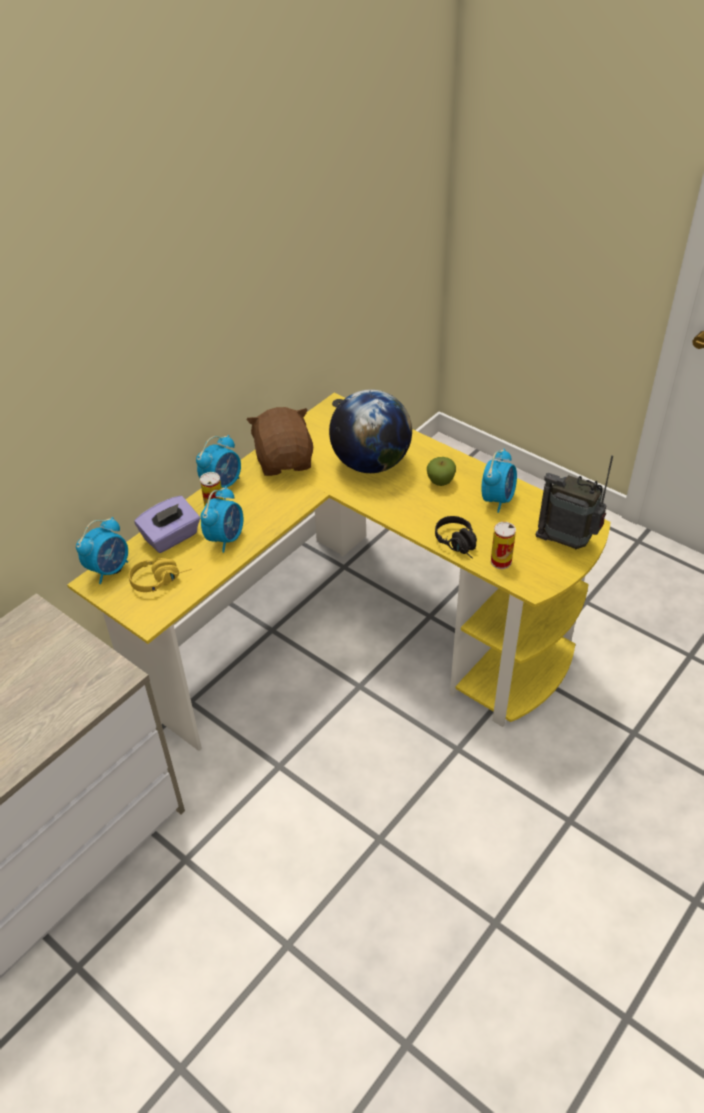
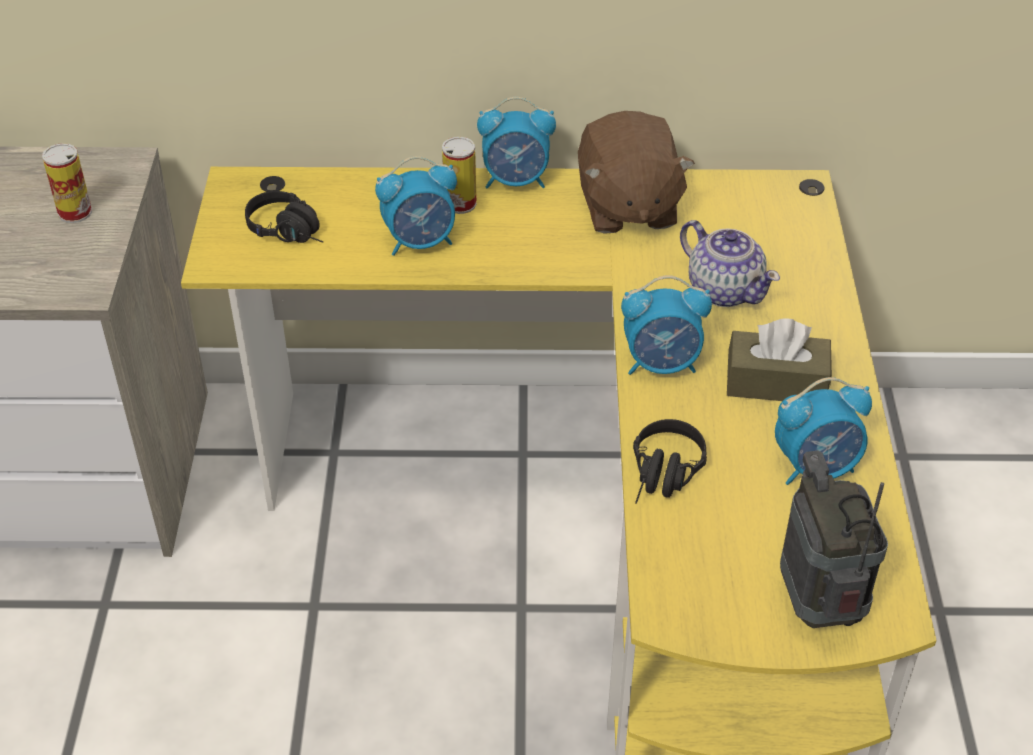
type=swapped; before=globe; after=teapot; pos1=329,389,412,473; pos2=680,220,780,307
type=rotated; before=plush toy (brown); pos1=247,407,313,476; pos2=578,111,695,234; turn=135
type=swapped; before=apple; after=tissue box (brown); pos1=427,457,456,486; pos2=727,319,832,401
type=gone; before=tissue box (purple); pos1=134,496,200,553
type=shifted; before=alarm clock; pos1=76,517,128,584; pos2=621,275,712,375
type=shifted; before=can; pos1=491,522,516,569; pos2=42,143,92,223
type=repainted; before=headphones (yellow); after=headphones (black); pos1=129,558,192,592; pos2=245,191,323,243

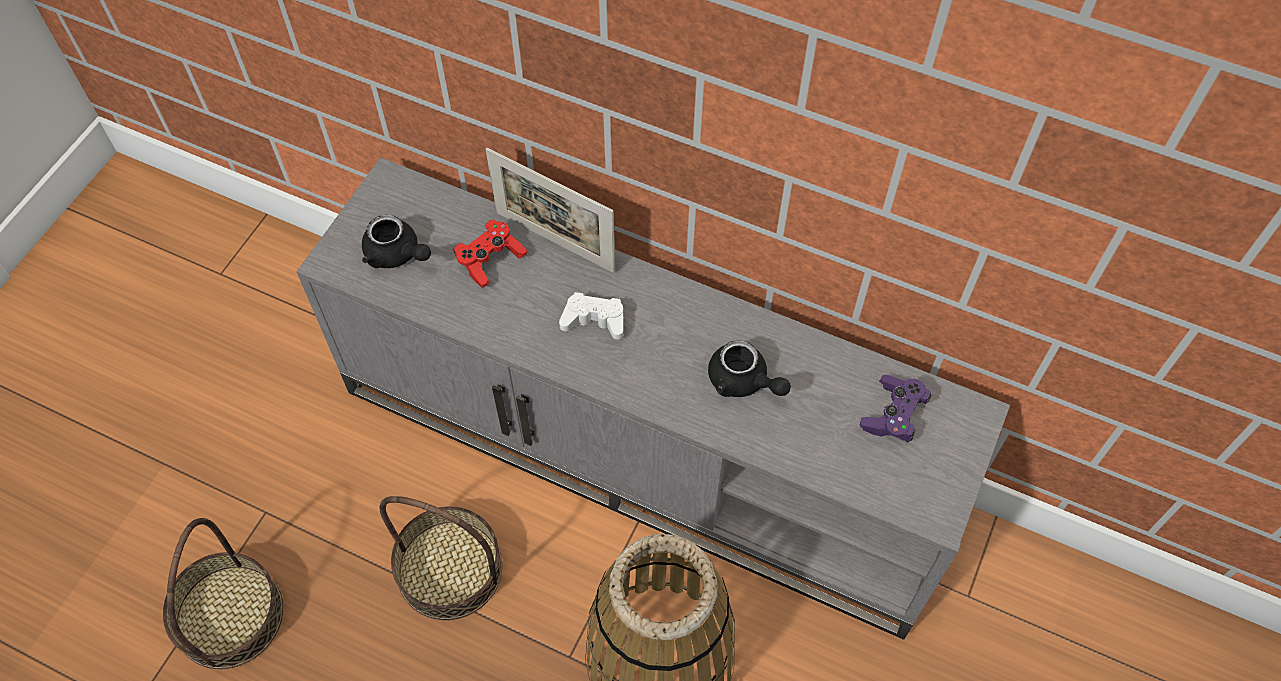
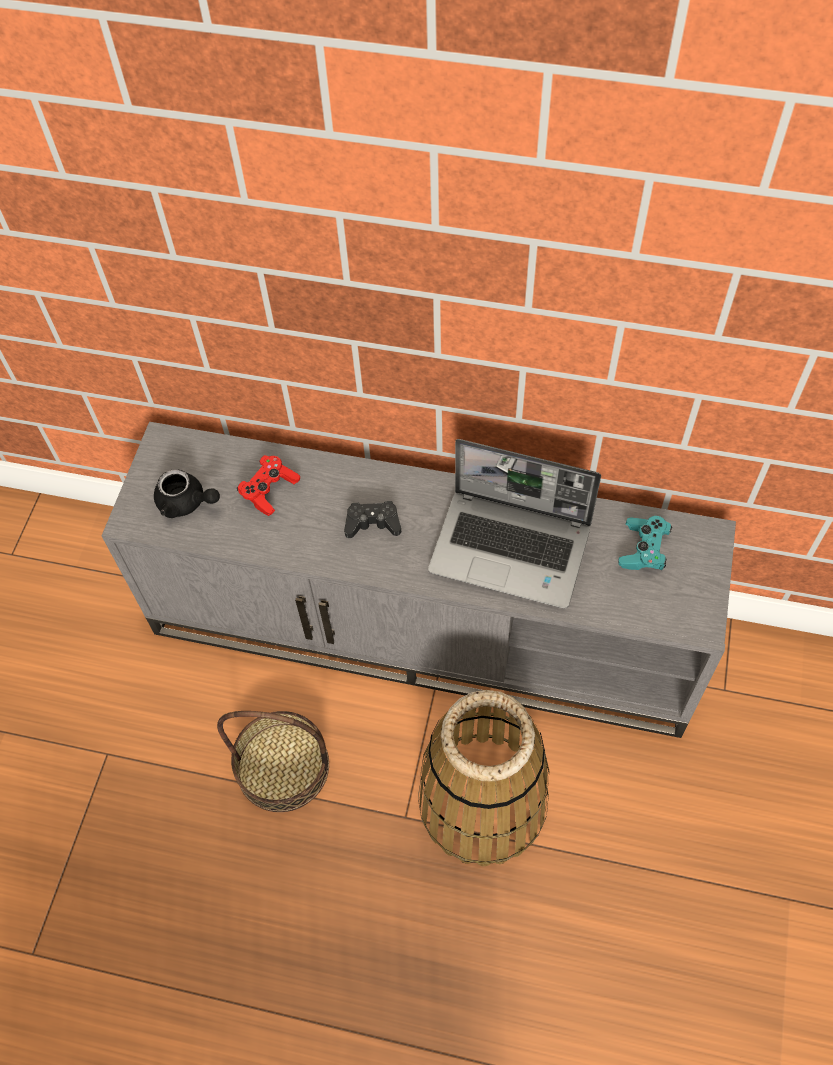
type=gone; before=picture frame; pos1=486,148,615,273
type=repainted; before=game controller (white); after=game controller (black); pos1=559,292,623,340; pos2=344,501,401,538
type=swapped; before=teapot (black); after=laptop; pos1=708,340,791,397; pos2=428,439,601,609
type=repainted; before=game controller (purple); after=game controller (turquoise); pos1=860,375,932,443; pos2=618,516,672,570
type=gone; before=basket; pos1=163,518,283,669

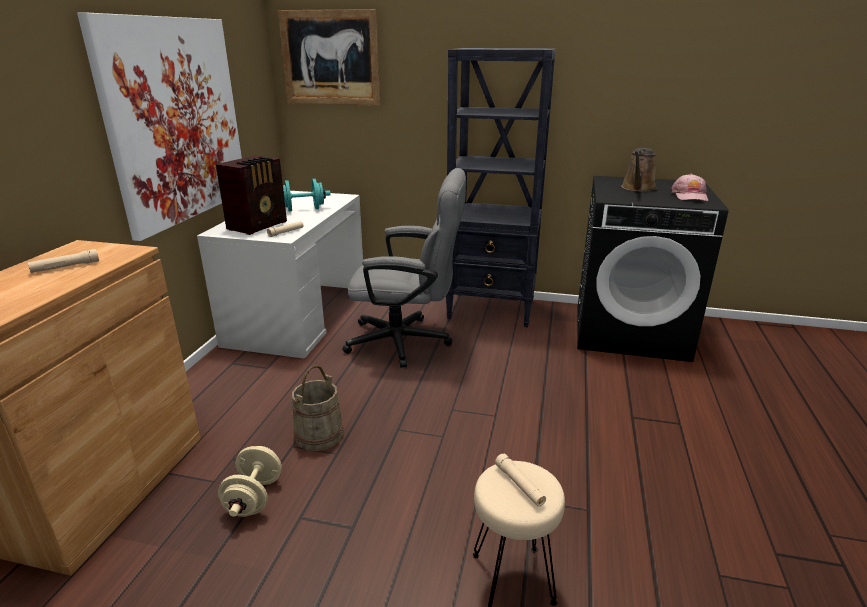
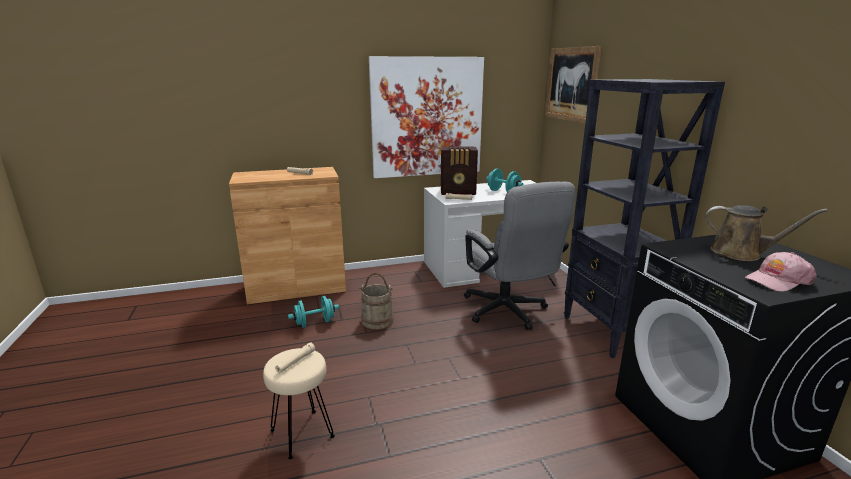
type=rotated; before=watering can (brown); pos1=621,148,657,192; pos2=706,205,828,261; turn=-150
type=repainted; before=dumbbell (beige); after=dumbbell (turquoise); pos1=218,446,282,517; pos2=288,296,339,328

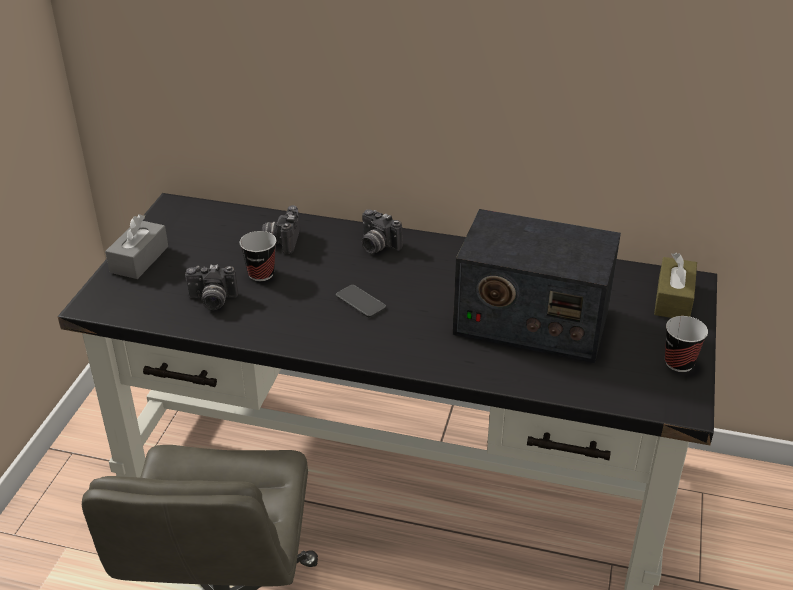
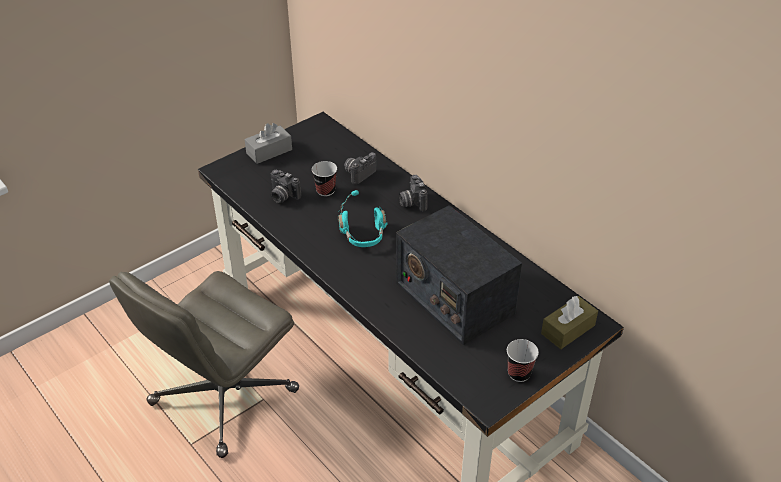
type=swapped; before=phone; after=headphones (turquoise); pos1=336,285,386,317; pos2=338,190,388,247

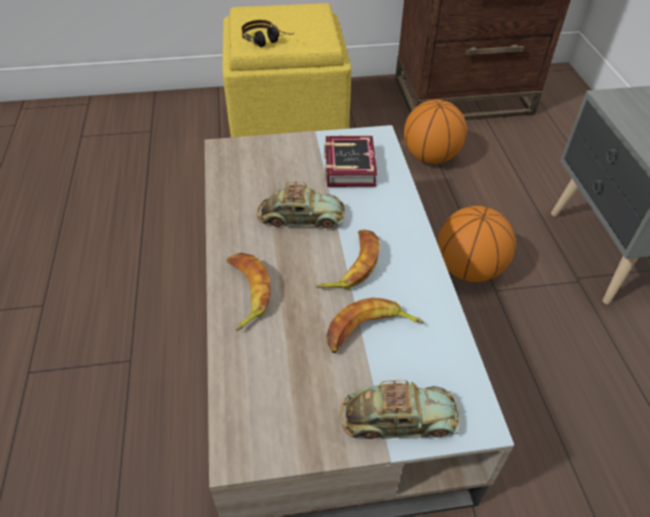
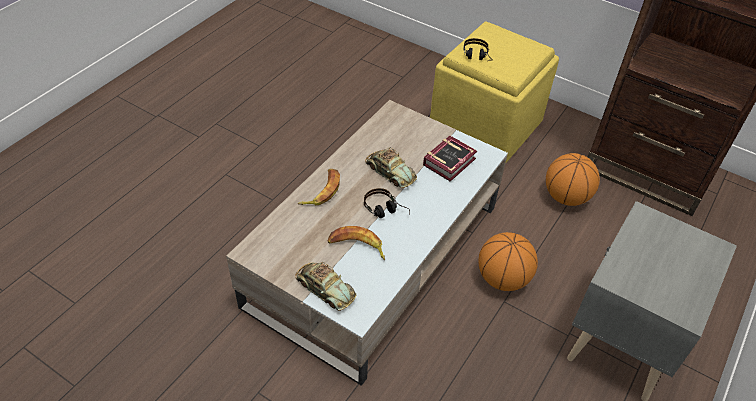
type=swapped; before=banana; after=headphones; pos1=316,230,380,289; pos2=364,188,410,218

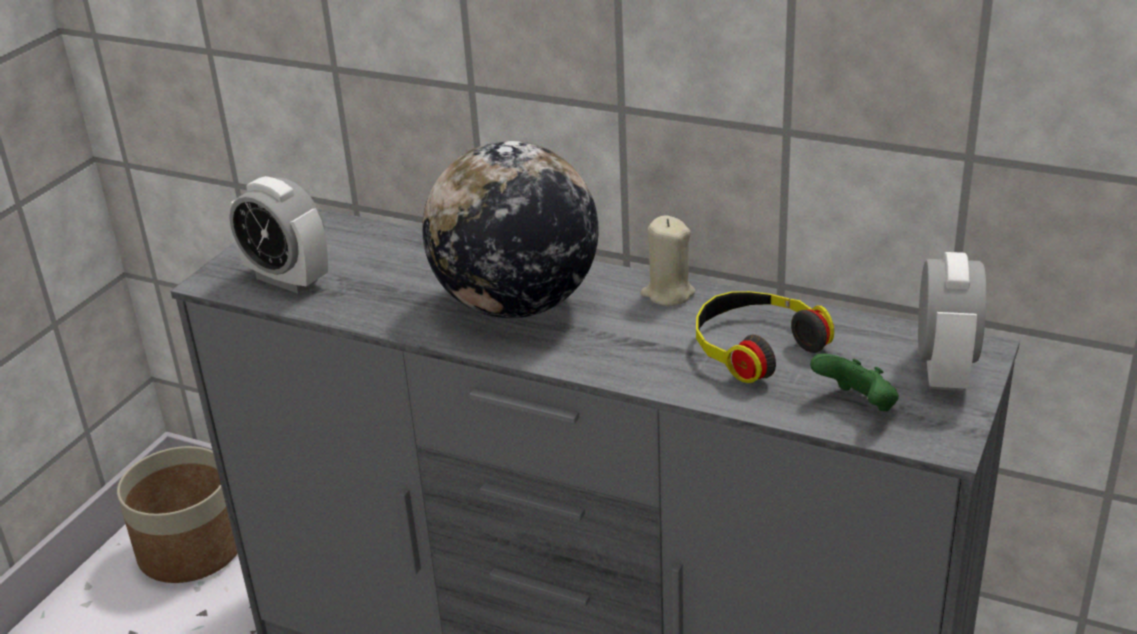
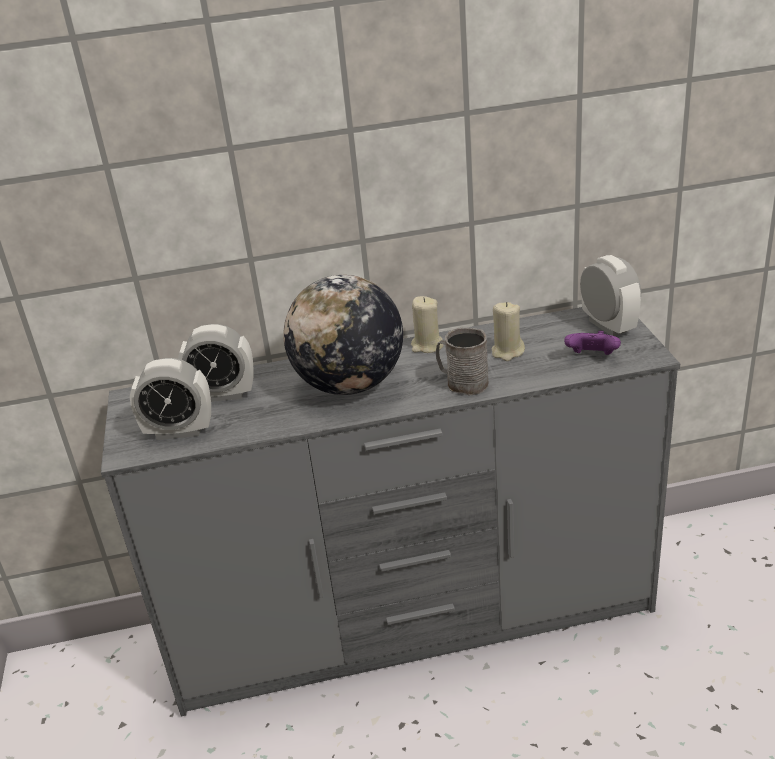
type=swapped; before=headphones; after=candle (beige); pos1=696,291,834,383; pos2=492,302,525,361
type=repainted; before=game controller (green); after=game controller (purple); pos1=810,354,899,411; pos2=564,331,621,355
type=gone; before=planter; pos1=117,446,238,583
type=new; after=alarm clock; pos2=178,324,254,402
type=new; after=mug (grey); pos2=436,327,488,396

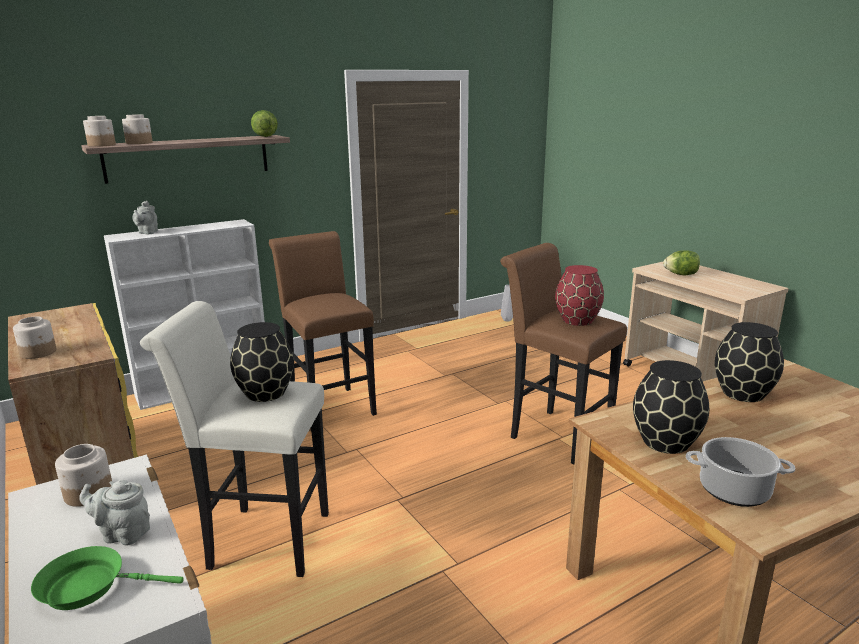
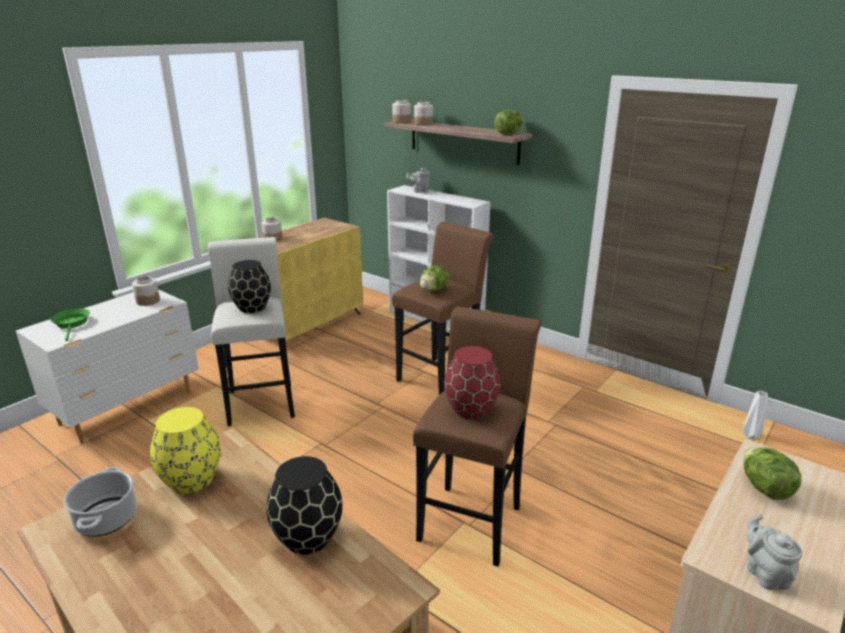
type=repainted; before=vase (black); after=vase (yellow); pos1=633,360,709,454; pos2=150,407,221,494
type=shifted; before=teapot (grey); pos1=79,480,150,545; pos2=747,514,802,590
type=new; after=lettuce; pos2=420,265,450,291

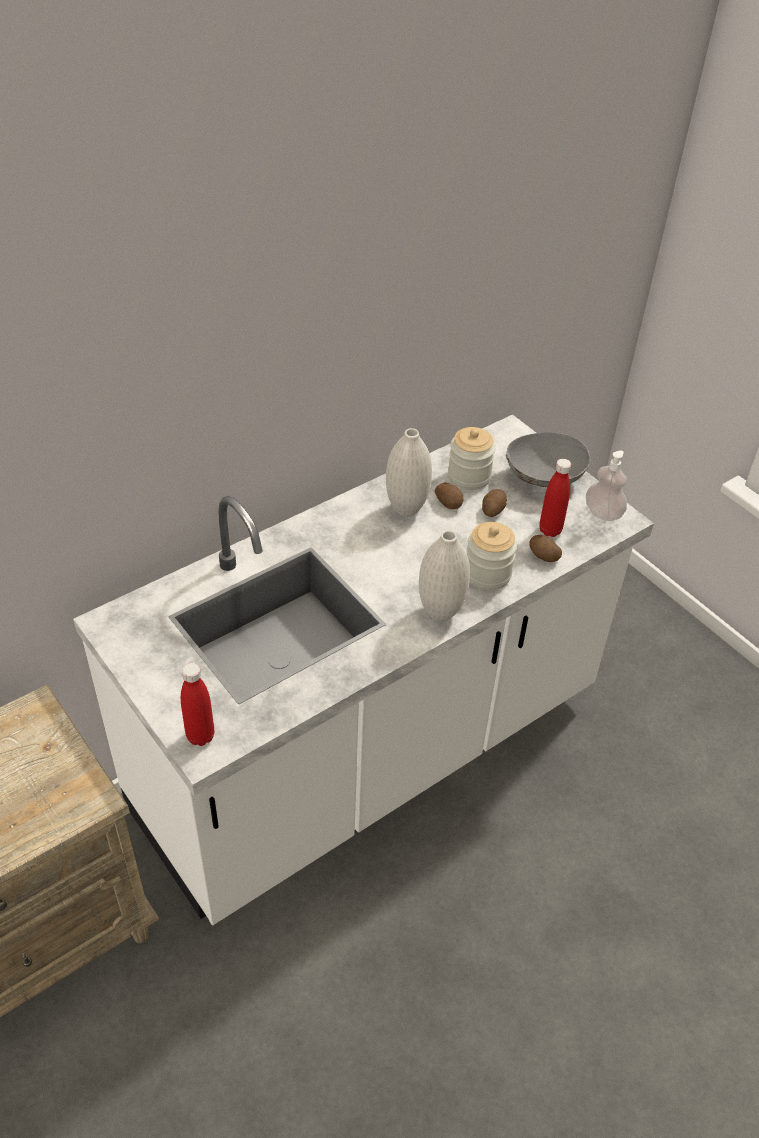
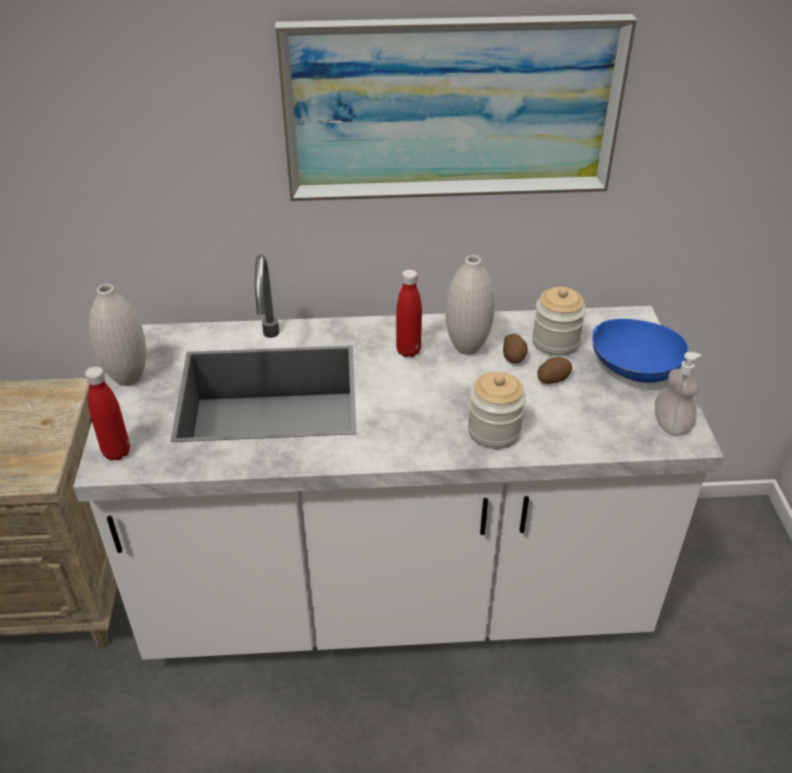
type=repainted; before=bowl (grey); after=bowl (blue); pos1=506,432,591,487; pos2=592,319,688,383
type=shifted; before=bottle (red); pos1=539,459,571,537; pos2=396,270,422,357
type=shifted; before=vase (white); pos1=419,530,470,621; pos2=89,284,147,386
type=gone; before=potato; pos1=529,535,562,562
type=new; after=picture; pos2=275,14,637,201

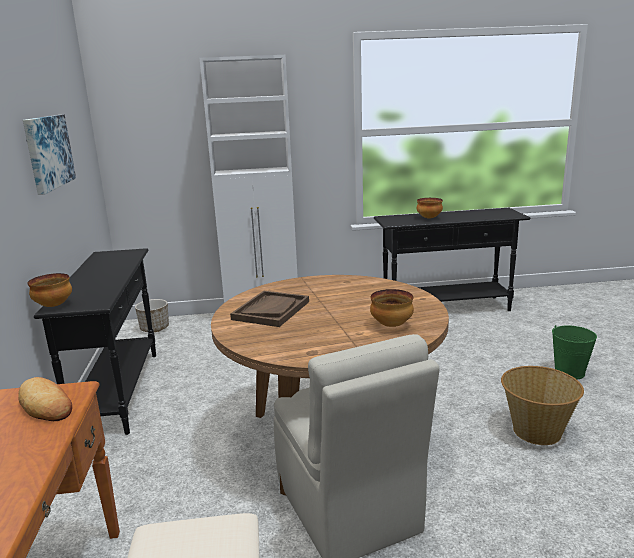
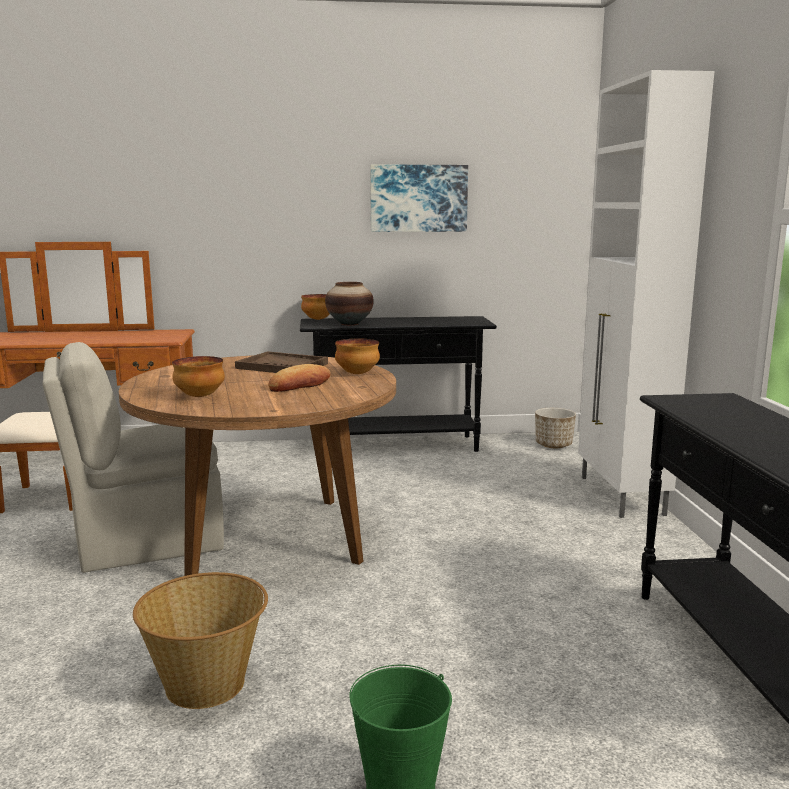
type=shifted; before=bowl; pos1=417,198,443,219; pos2=335,339,380,374
type=shifted; before=bread; pos1=18,377,72,421; pos2=268,364,331,392
type=new; after=vase; pos2=325,282,374,325

